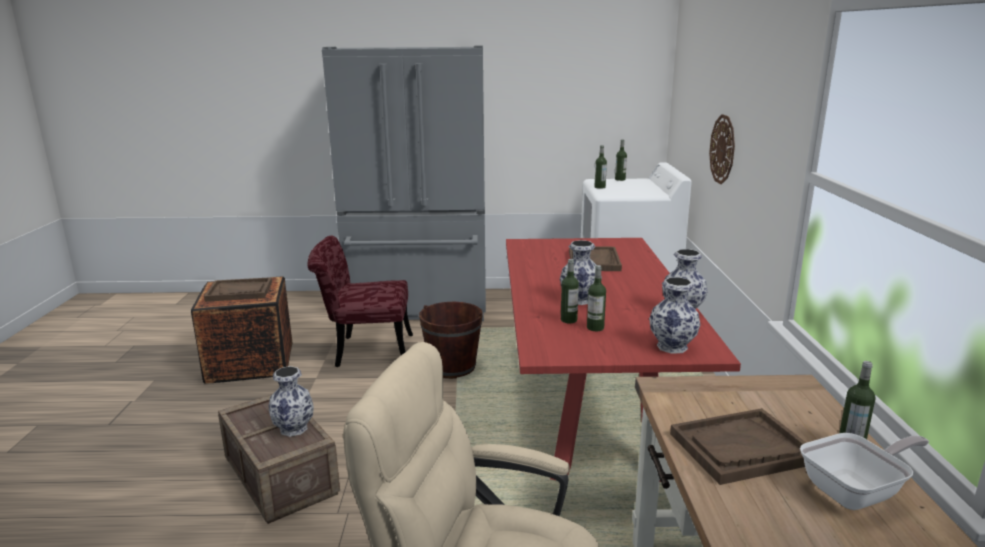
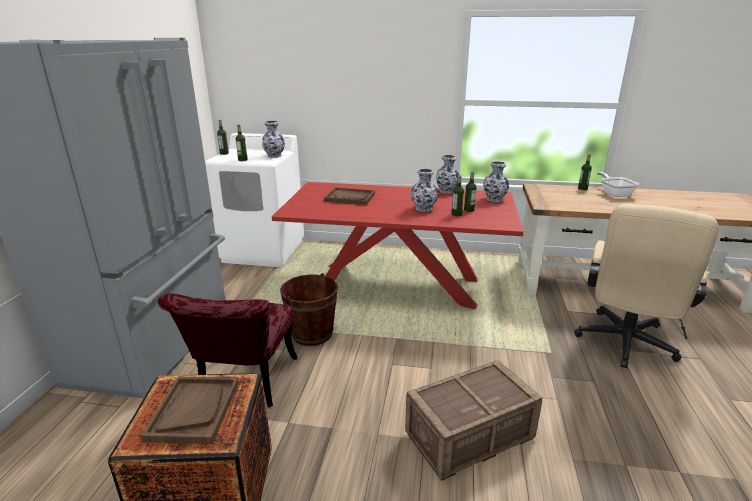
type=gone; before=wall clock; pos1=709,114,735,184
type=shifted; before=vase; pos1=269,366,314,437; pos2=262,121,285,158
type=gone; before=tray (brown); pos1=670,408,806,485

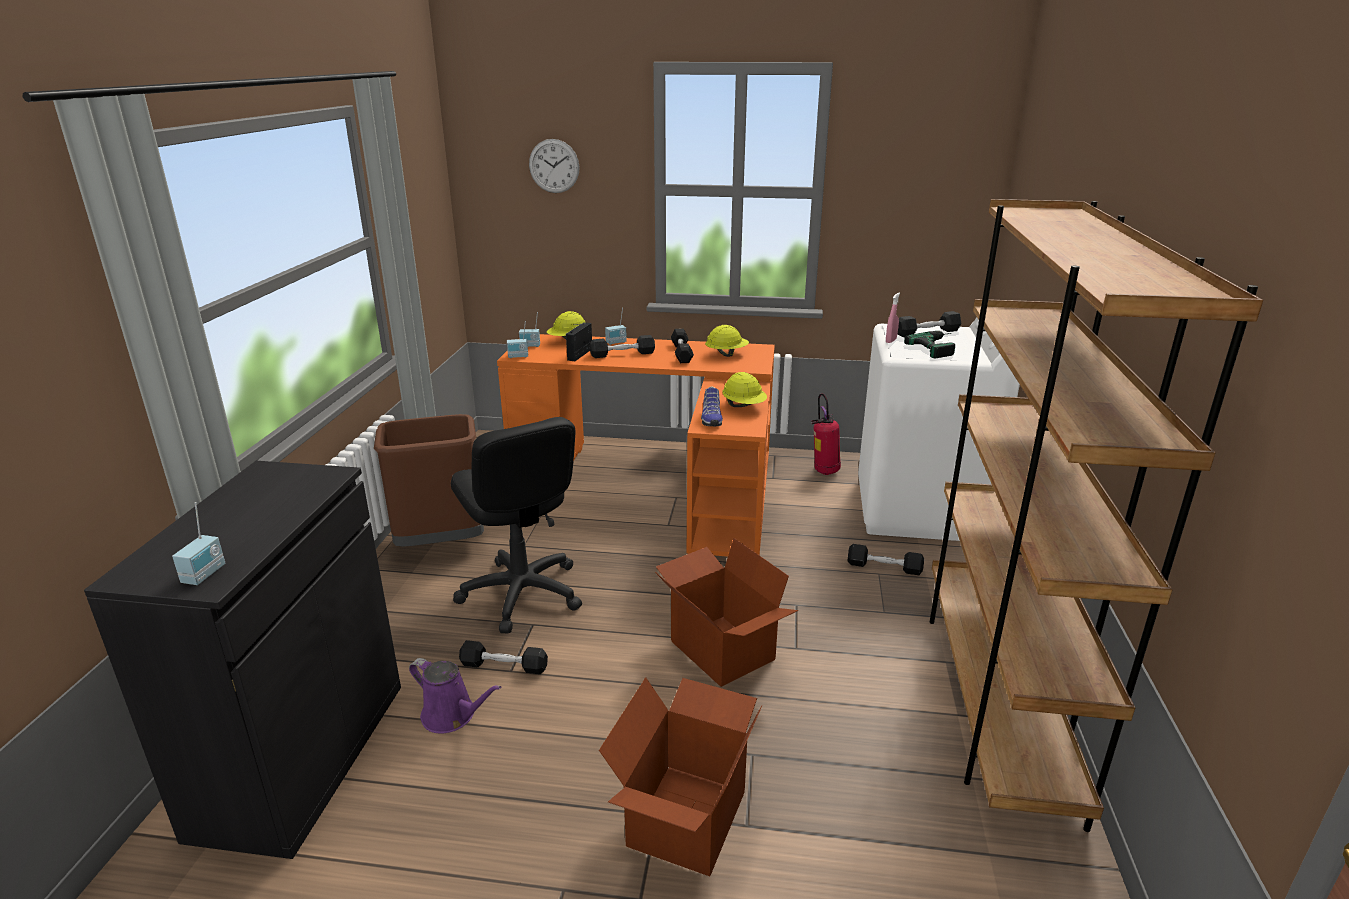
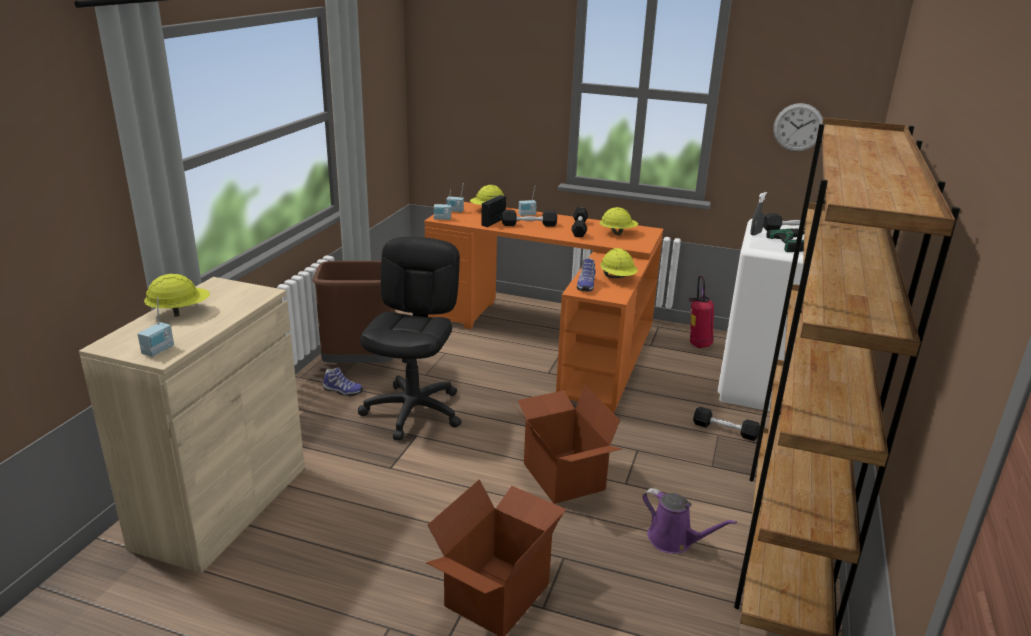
type=shifted; before=wall clock; pos1=529,139,580,193; pos2=773,103,823,152
type=repainted; before=spray bottle (pink); after=spray bottle (grey); pos1=886,293,900,343; pos2=750,192,767,236
type=rotated; before=office chair (black); pos1=451,417,582,634; pos2=358,237,462,440; turn=-150
type=repainted; before=cabinet (black); after=cabinet (beige); pos1=84,461,401,859; pos2=79,277,305,573
type=gone; before=dumbbell (black); pos1=459,640,548,674
type=shifted; before=watering can (purple); pos1=409,658,502,733; pos2=642,488,737,554
type=new; after=hard hat (yellow); pos2=144,274,210,317
type=new; after=shoe; pos2=323,368,363,397

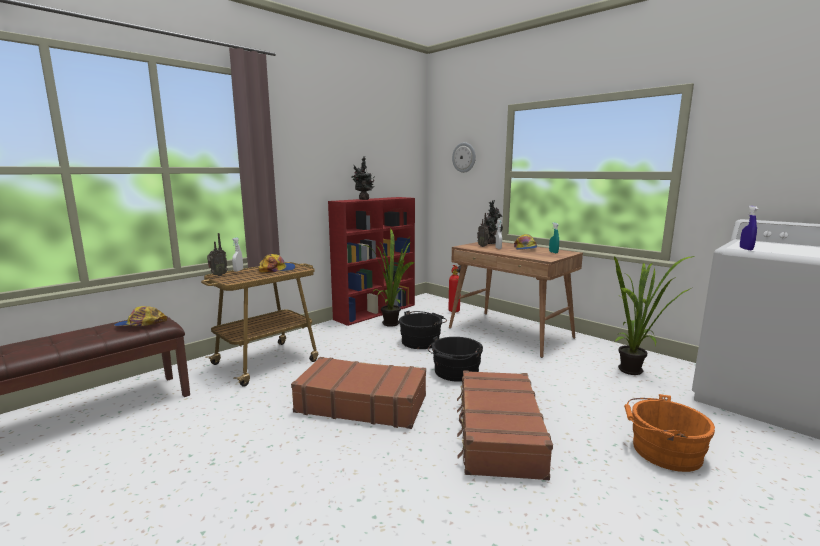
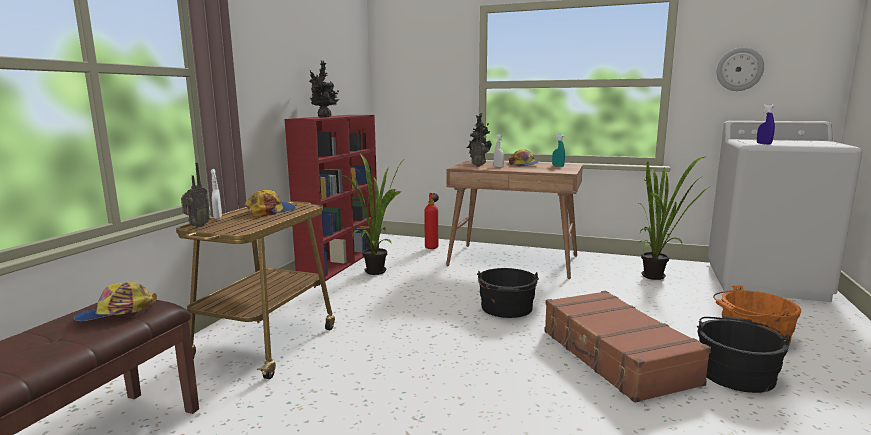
type=shifted; before=wall clock; pos1=452,142,476,173; pos2=716,48,764,91
type=shifted; before=bucket (black); pos1=399,311,447,349; pos2=697,316,790,393
type=gone; before=suitcase (brown); pos1=291,357,426,429

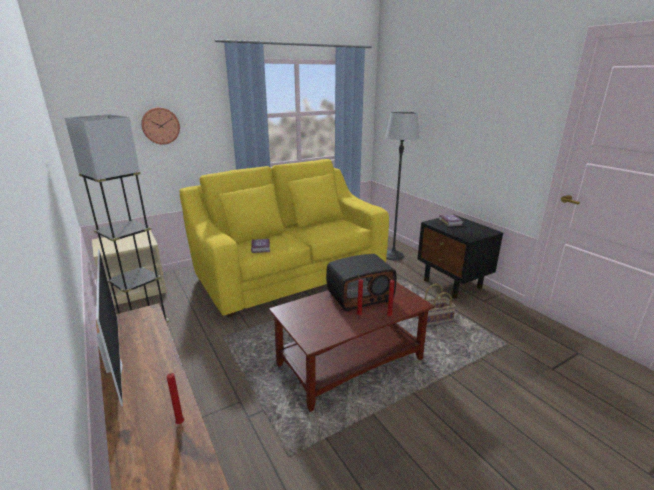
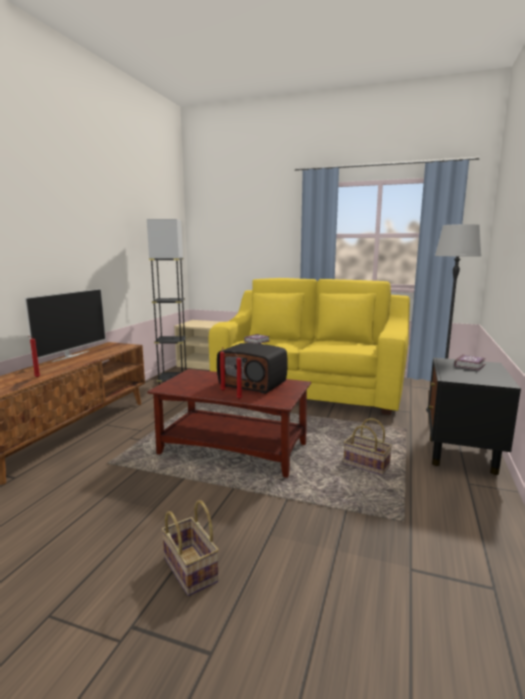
type=gone; before=wall clock; pos1=141,107,180,145
type=new; after=basket; pos2=161,500,219,596

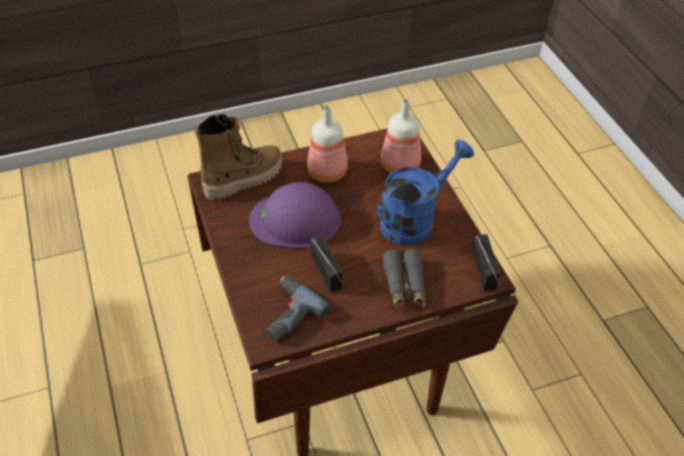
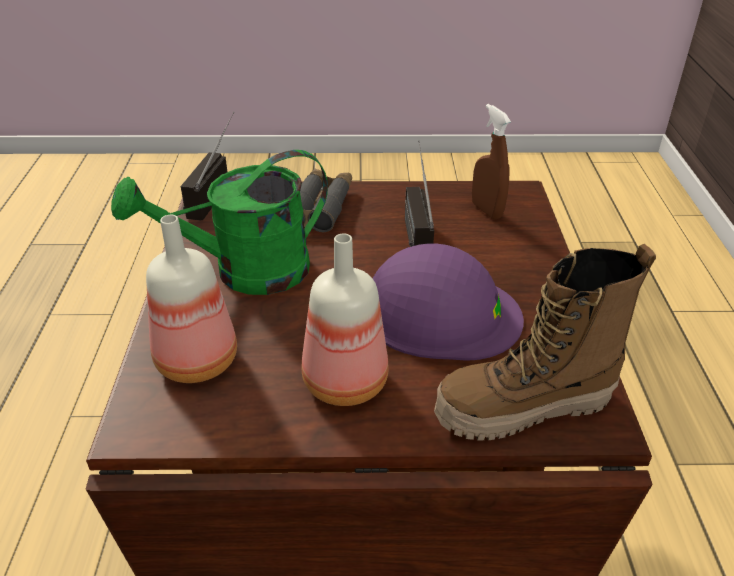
type=repainted; before=watering can (blue); after=watering can (green); pos1=377,139,474,245; pos2=111,150,328,295
type=swapped; before=power drill; after=spray bottle (brown); pos1=266,276,331,342; pos2=472,104,511,219

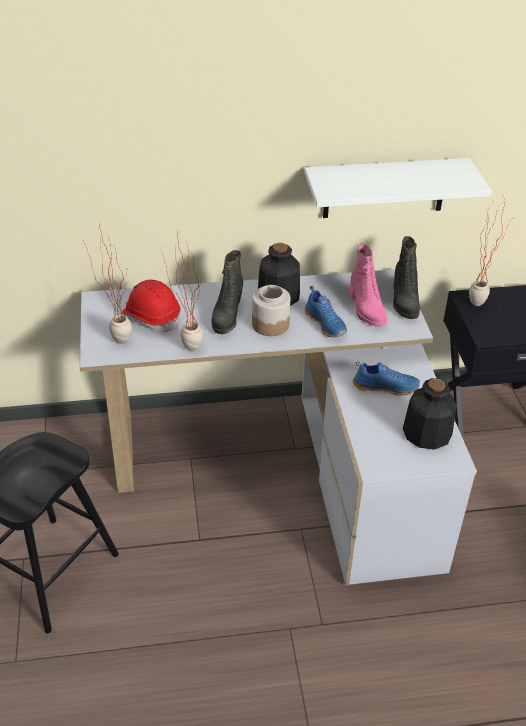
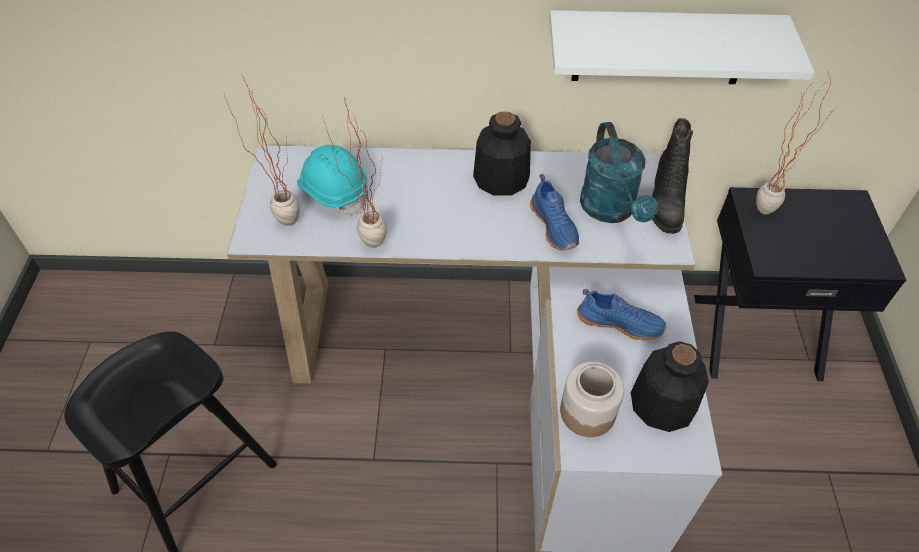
type=swapped; before=boot (pink); after=watering can (turquoise); pos1=350,244,387,327; pos2=580,122,658,223
type=gone; before=boot (black); pos1=212,250,243,334
type=repainted; before=hard hat (red); after=hard hat (turquoise); pos1=122,280,181,332; pos2=297,145,368,215
type=shifted; before=jar; pos1=252,285,291,336; pos2=560,361,624,437

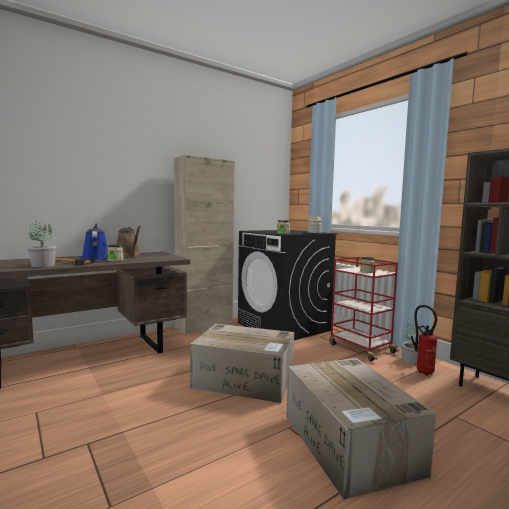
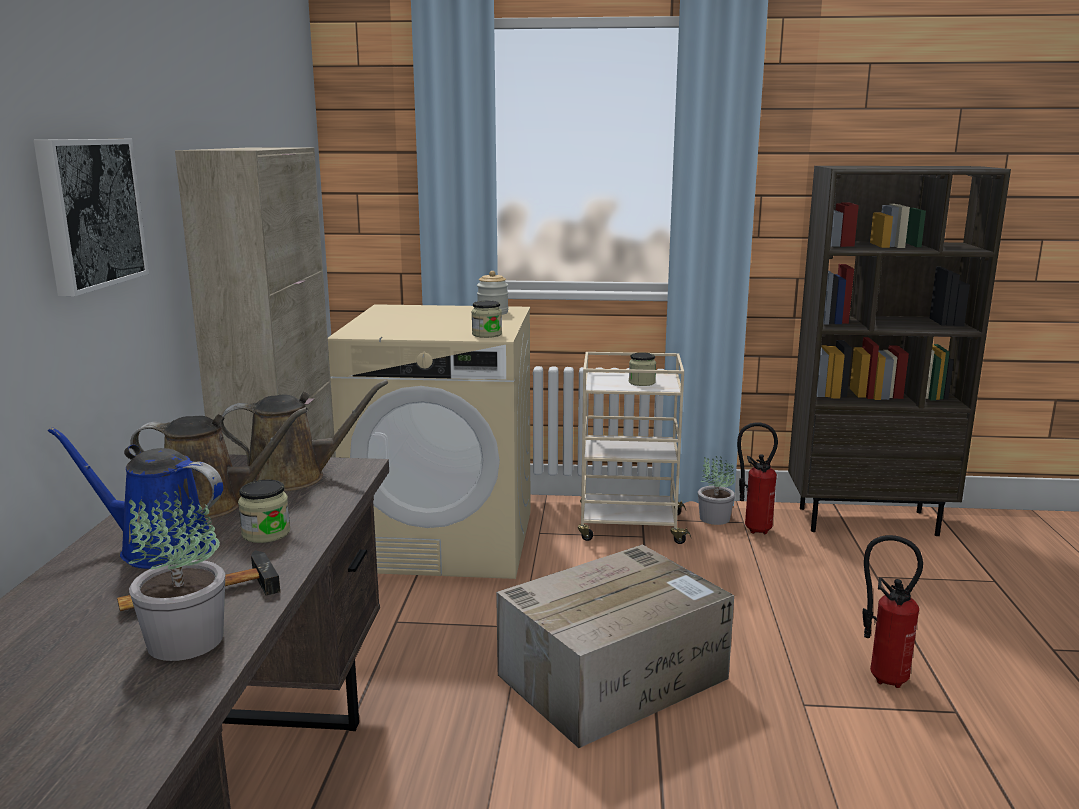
type=repainted; before=washing machine (black); after=washing machine (beige); pos1=238,230,337,340; pos2=328,304,530,579
type=repainted; before=cart (red); after=cart (beige); pos1=329,257,399,361; pos2=578,352,691,544
type=swapped; before=cardboard box; after=fire extinguisher; pos1=287,358,436,499; pos2=863,535,923,688
type=new; after=picture; pos2=33,139,149,296
type=new; after=watering can (brown); pos2=221,380,388,491

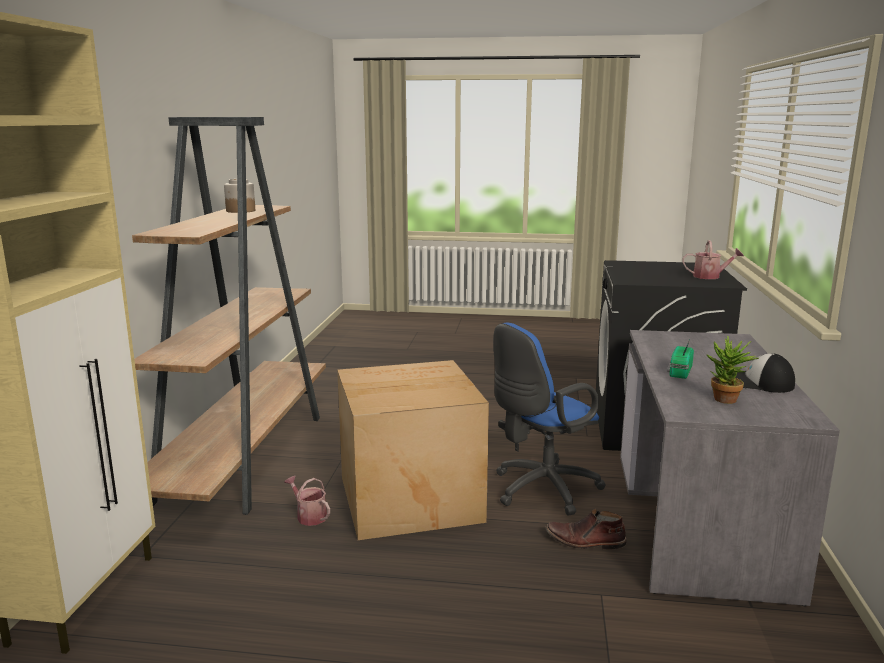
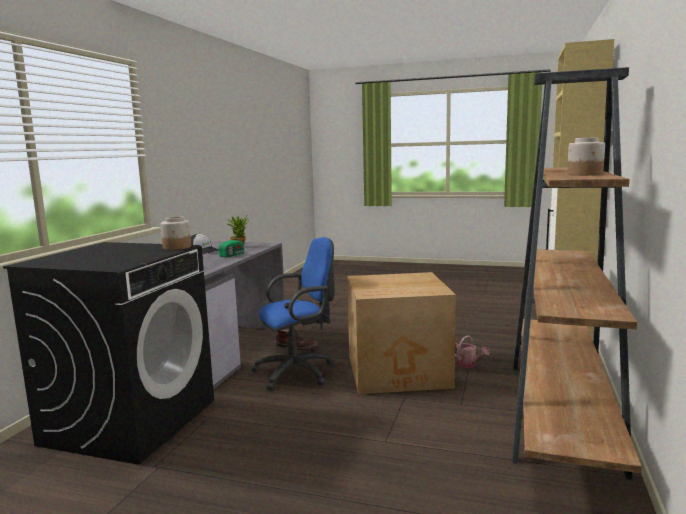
type=gone; before=watering can; pos1=682,240,744,279
type=new; after=jar; pos2=161,217,191,250

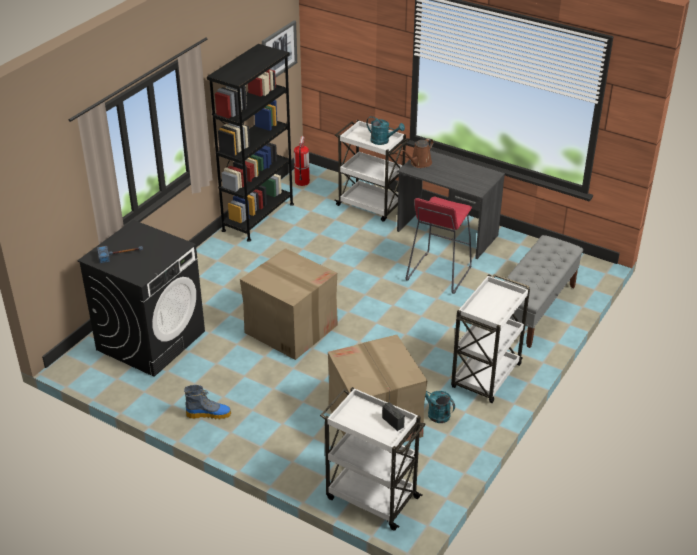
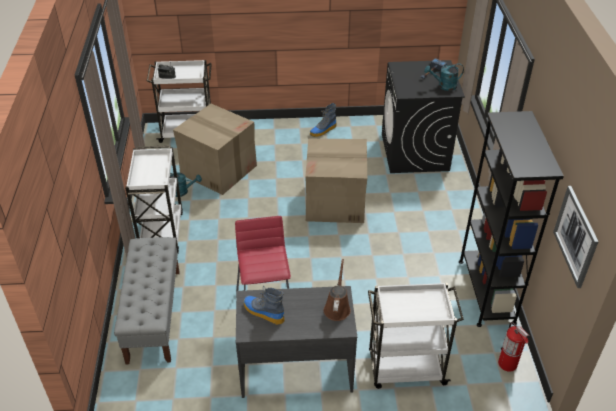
type=shifted; before=watering can (turquoise); pos1=366,116,405,145; pos2=424,63,464,91
type=new; after=boot; pos2=244,286,285,325

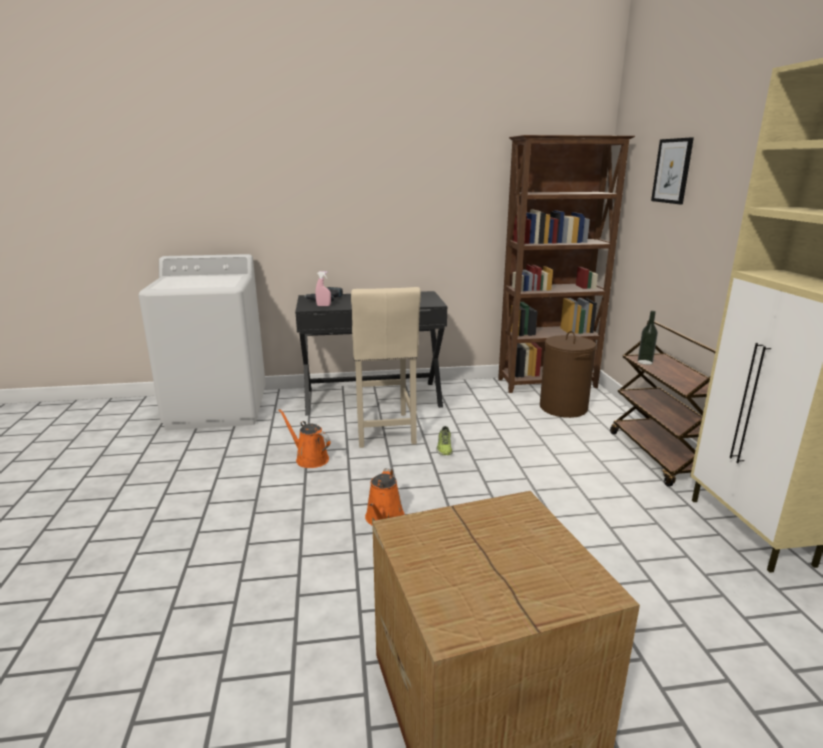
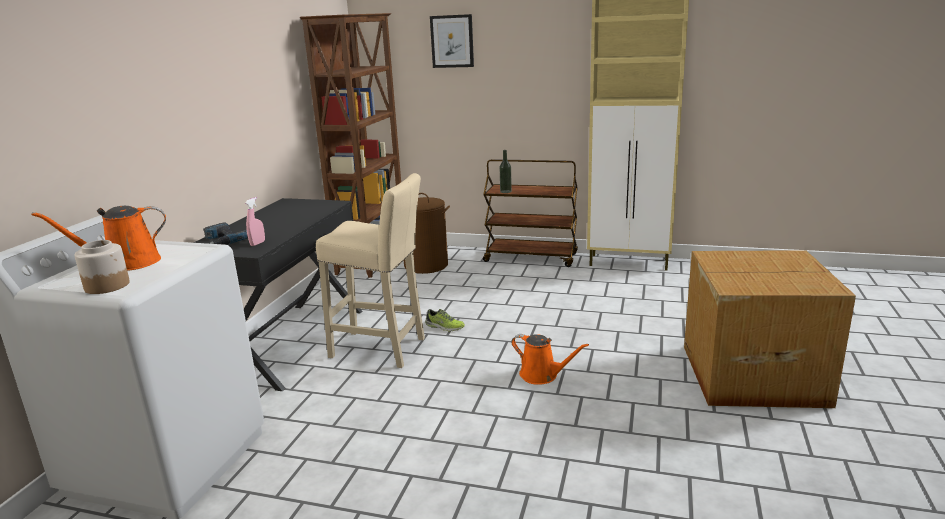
type=shifted; before=watering can (orange); pos1=279,409,331,468; pos2=31,206,166,270
type=new; after=jar; pos2=74,240,130,294

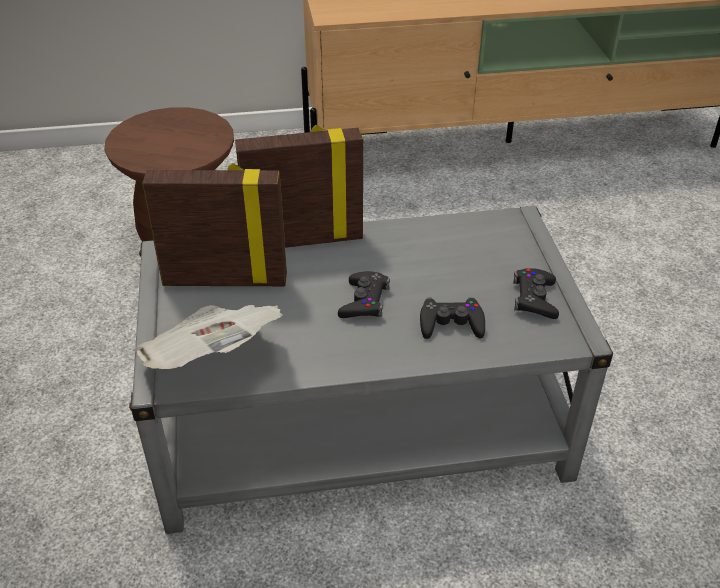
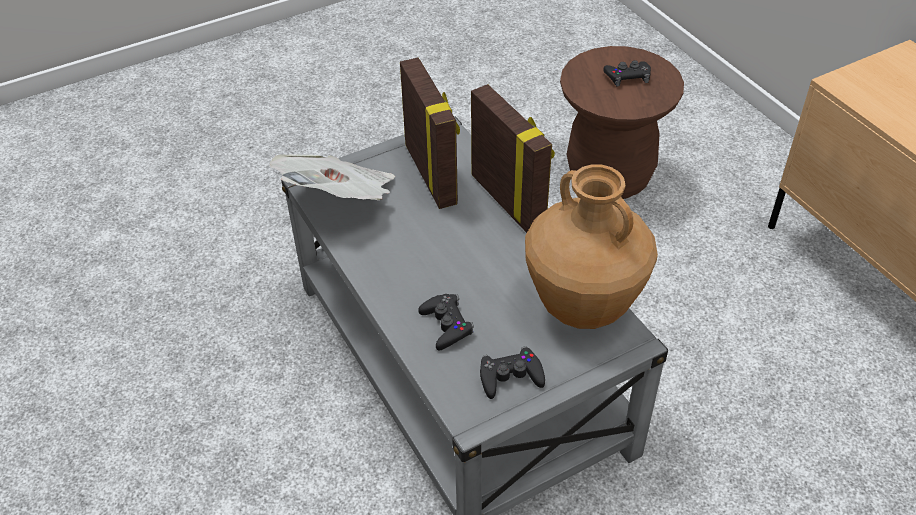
type=shifted; before=game controller (black); pos1=338,271,390,318; pos2=603,60,651,86
type=new; after=vase (brown); pos2=525,164,658,329

